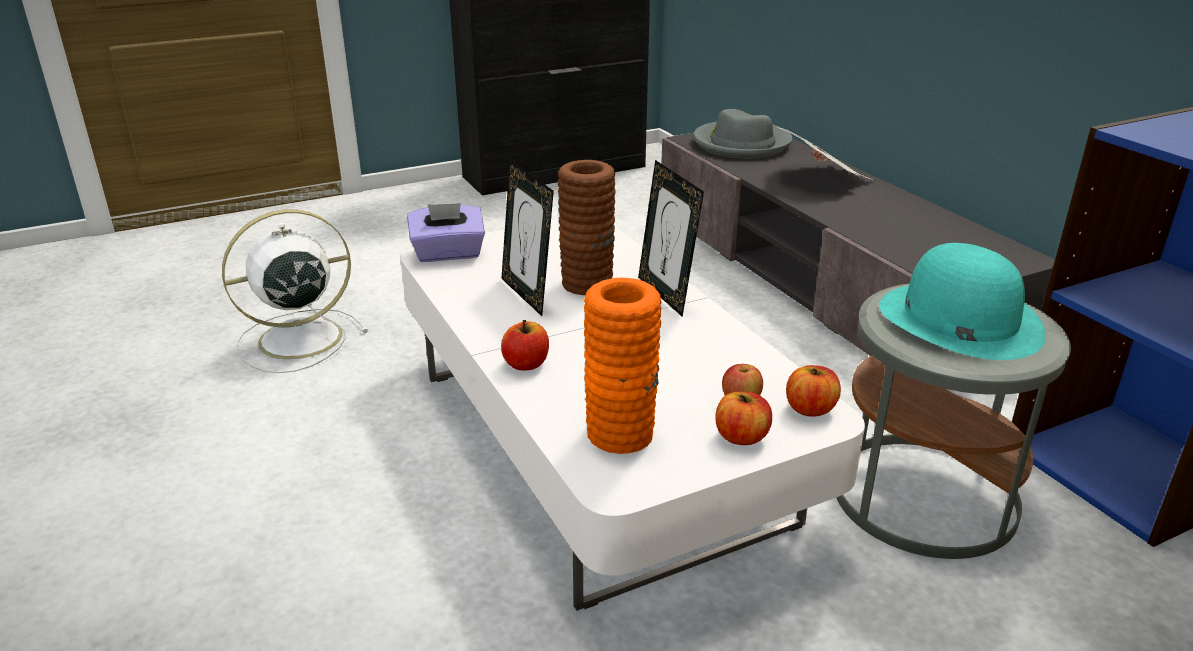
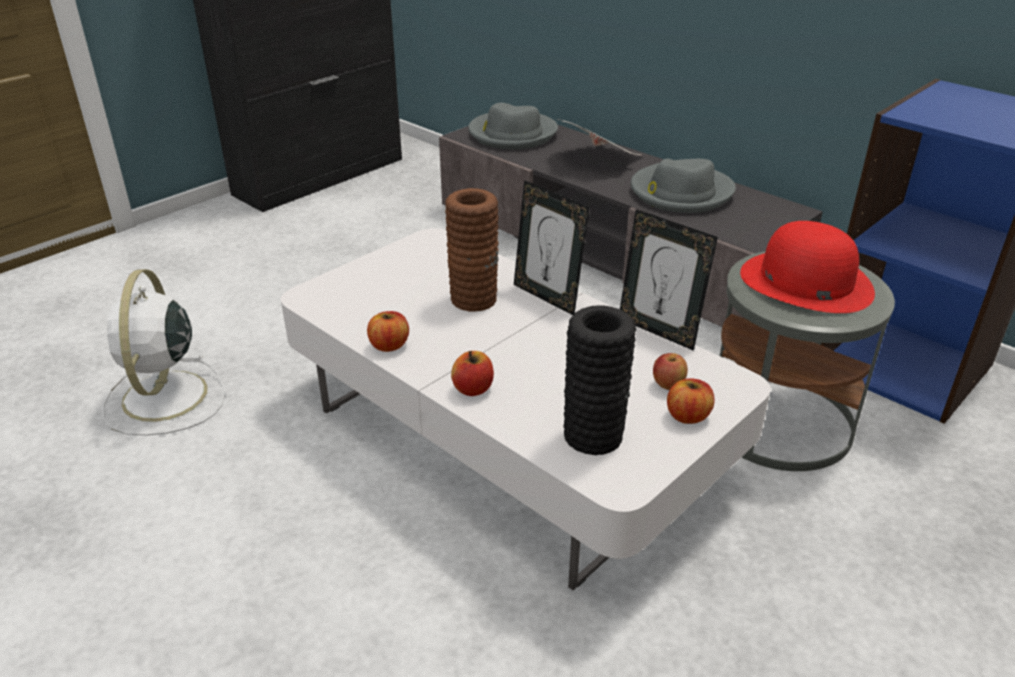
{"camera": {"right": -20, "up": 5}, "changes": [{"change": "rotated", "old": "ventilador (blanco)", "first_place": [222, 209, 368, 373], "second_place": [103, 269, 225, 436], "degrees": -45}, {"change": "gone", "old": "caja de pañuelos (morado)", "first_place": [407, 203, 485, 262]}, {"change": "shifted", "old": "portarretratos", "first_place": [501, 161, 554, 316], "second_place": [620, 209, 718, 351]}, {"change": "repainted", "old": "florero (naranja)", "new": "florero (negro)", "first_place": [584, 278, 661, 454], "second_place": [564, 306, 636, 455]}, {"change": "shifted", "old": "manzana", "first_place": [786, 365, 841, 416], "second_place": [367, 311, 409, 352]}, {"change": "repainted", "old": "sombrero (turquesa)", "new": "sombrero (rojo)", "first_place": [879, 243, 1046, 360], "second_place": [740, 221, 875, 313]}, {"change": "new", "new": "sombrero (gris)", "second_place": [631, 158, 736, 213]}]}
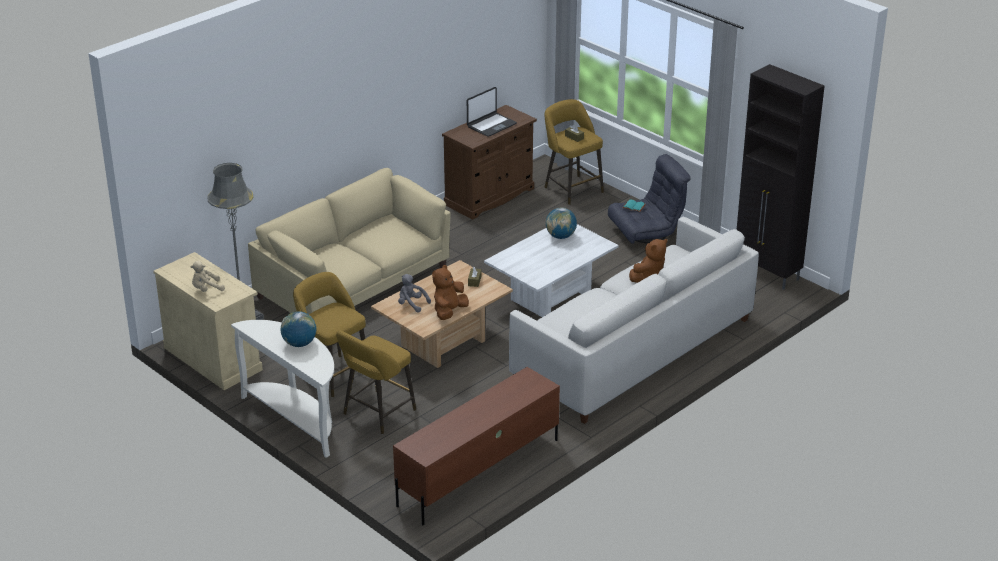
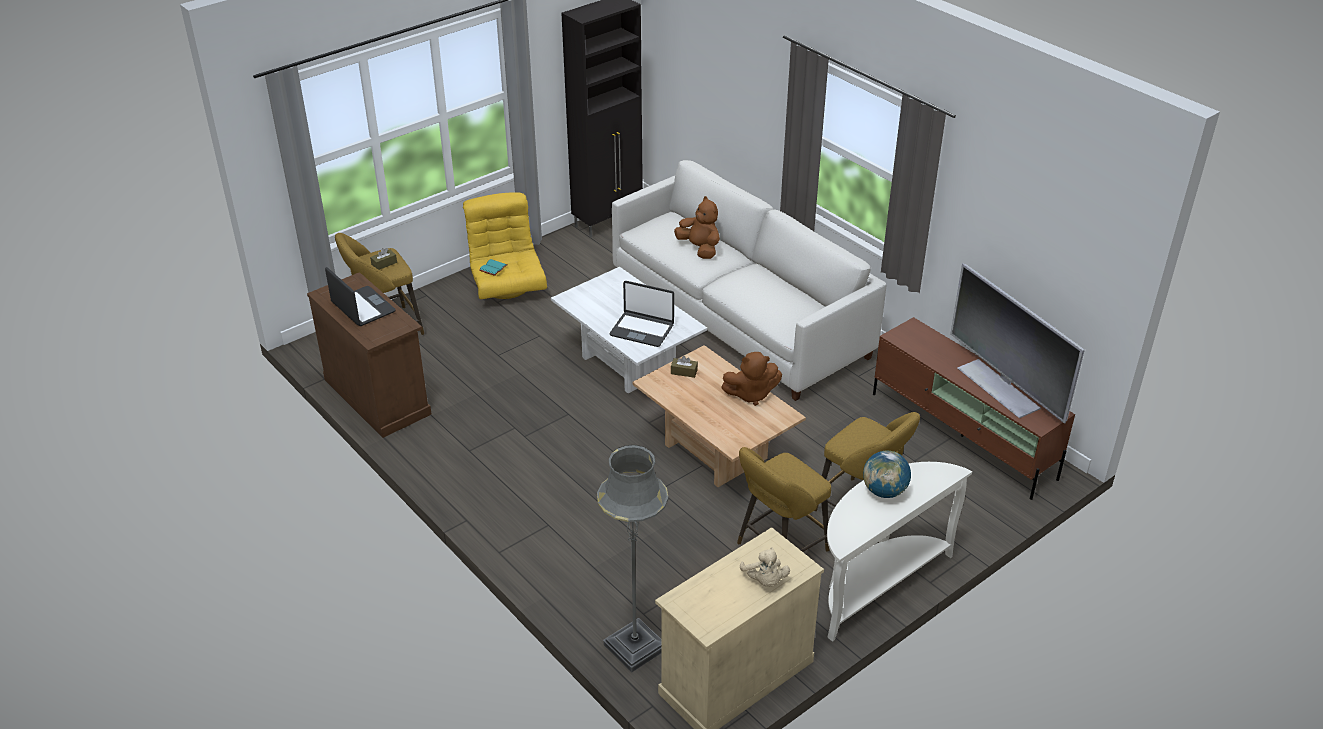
{"camera": {"right": -85, "up": 5}, "changes": [{"change": "gone", "old": "sofá (beis)", "first_place": [248, 168, 451, 315]}, {"change": "gone", "old": "peluche (gris)", "first_place": [398, 274, 431, 313]}, {"change": "rotated", "old": "peluche (marrón)", "first_place": [432, 265, 469, 320], "second_place": [721, 352, 782, 406], "degrees": -45}, {"change": "gone", "old": "globo terráqueo", "first_place": [546, 208, 577, 239]}, {"change": "repainted", "old": "sillón (gris)", "new": "sillón (amarillo)", "first_place": [608, 154, 691, 244], "second_place": [463, 192, 547, 299]}, {"change": "new", "new": "portátil", "second_place": [610, 281, 674, 347]}, {"change": "new", "new": "televisor", "second_place": [950, 263, 1085, 424]}]}
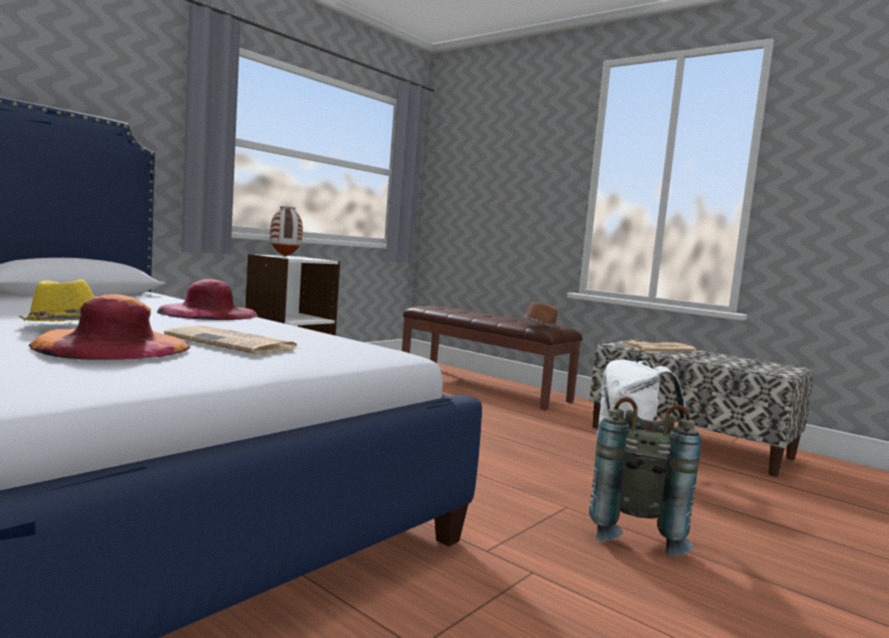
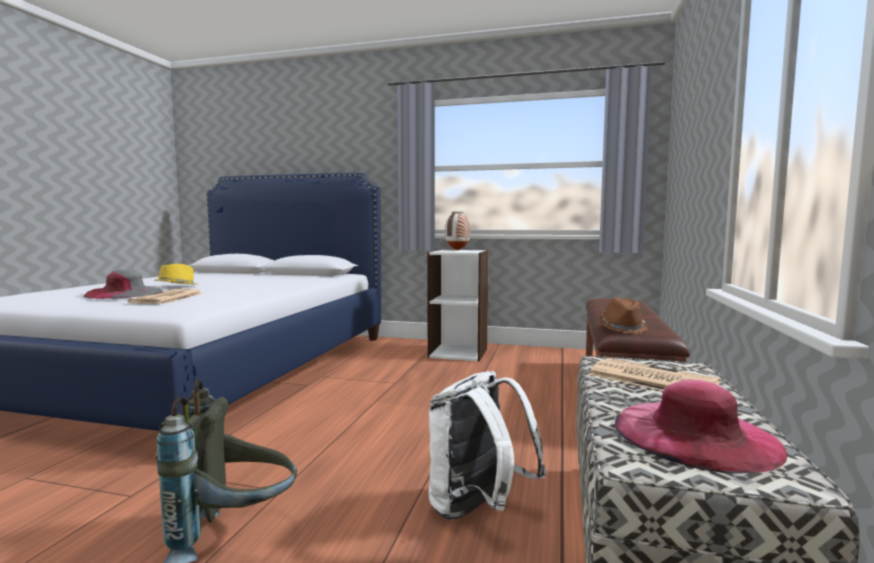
{"camera": {"right": 65, "up": 0}, "changes": [{"change": "repainted", "old": "sombrero (naranja)", "new": "sombrero (gris)", "first_place": [29, 295, 191, 360], "second_place": [83, 270, 163, 299]}, {"change": "shifted", "old": "sombrero (rosa)", "first_place": [157, 279, 258, 320], "second_place": [615, 380, 788, 474]}]}
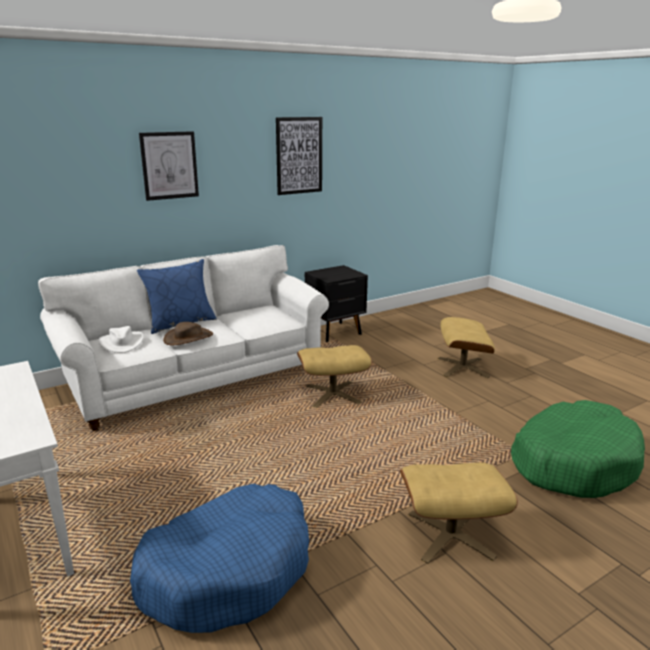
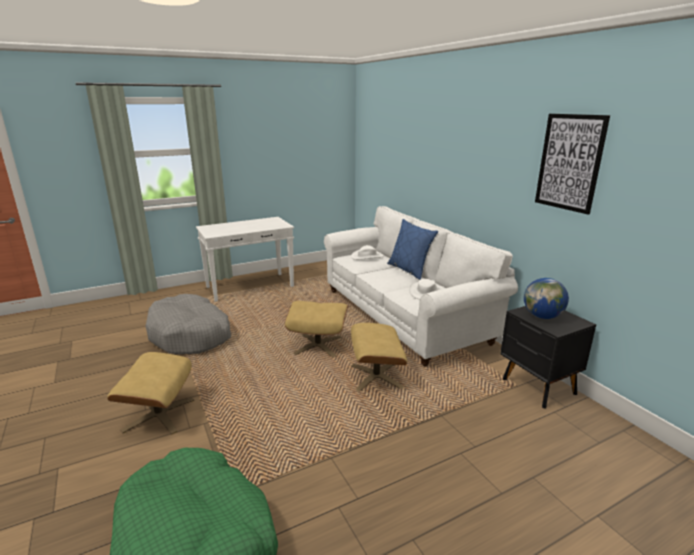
{"camera": {"right": 95, "up": 0}, "changes": [{"change": "repainted", "old": "cama para perro (azul)", "new": "cama para perro (gris)", "first_place": [130, 484, 309, 633], "second_place": [146, 294, 231, 354]}, {"change": "gone", "old": "cuadro", "first_place": [139, 131, 199, 201]}, {"change": "gone", "old": "sombrero (marrón)", "first_place": [163, 322, 213, 345]}, {"change": "shifted", "old": "puf (beis)", "first_place": [438, 317, 495, 378], "second_place": [284, 301, 348, 358]}, {"change": "new", "new": "sombrero (blanco)", "second_place": [409, 279, 445, 299]}, {"change": "new", "new": "globo terráqueo", "second_place": [524, 278, 569, 319]}]}
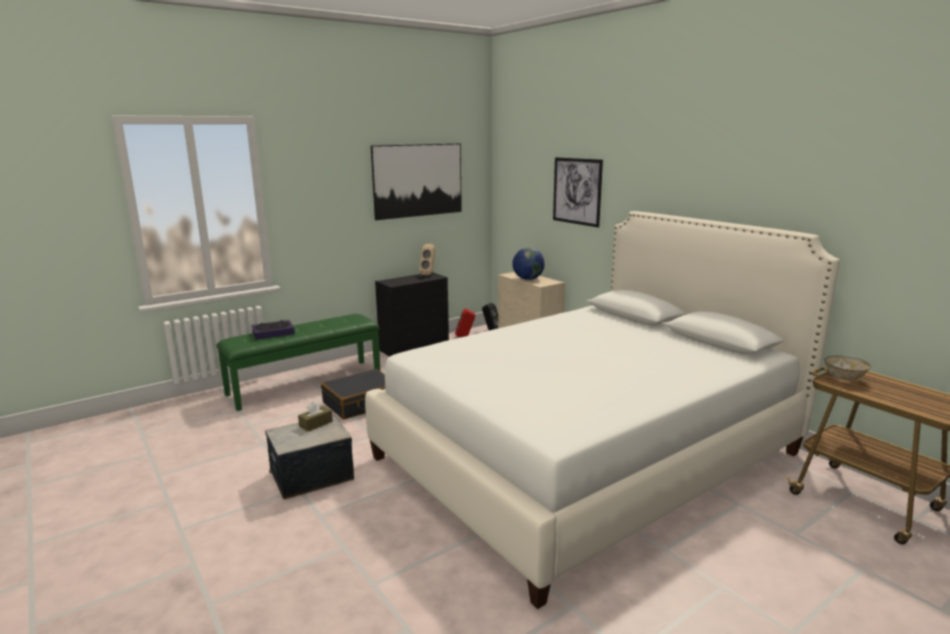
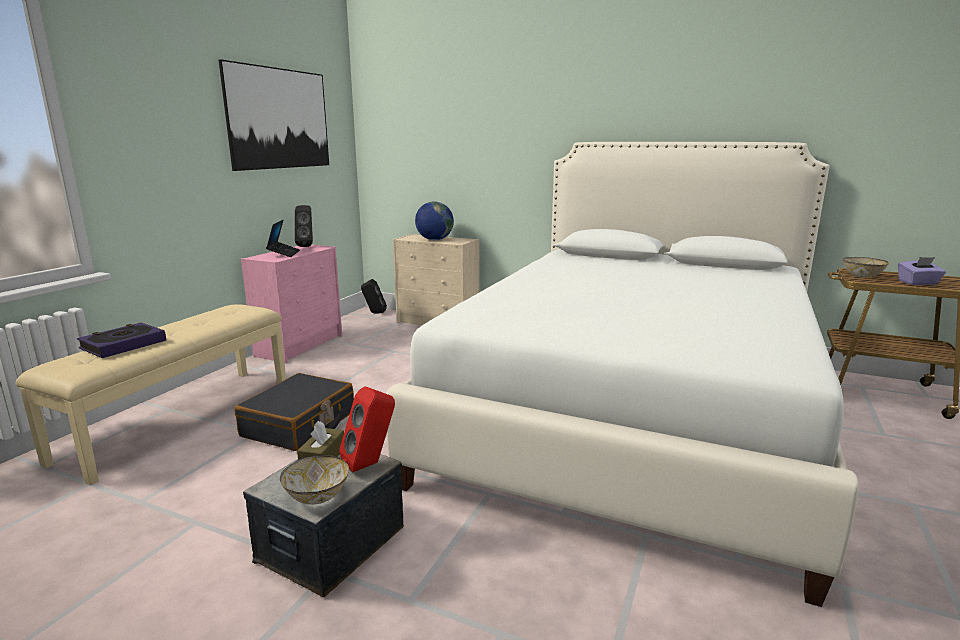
{"camera": {"right": -30, "up": 0}, "changes": [{"change": "repainted", "old": "banco (verde)", "new": "banco (beis)", "first_place": [216, 314, 380, 411], "second_place": [16, 304, 286, 485]}, {"change": "repainted", "old": "cómoda (negro)", "new": "cómoda (rosa)", "first_place": [375, 273, 449, 357], "second_place": [241, 245, 342, 363]}, {"change": "repainted", "old": "altavoz (beis)", "new": "altavoz (negro)", "first_place": [419, 244, 436, 275], "second_place": [295, 205, 313, 247]}, {"change": "shifted", "old": "altavoz (rojo)", "first_place": [455, 308, 475, 337], "second_place": [339, 386, 395, 472]}, {"change": "gone", "old": "cuadro", "first_place": [553, 157, 603, 227]}, {"change": "new", "new": "portátil", "second_place": [266, 220, 300, 257]}, {"change": "new", "new": "cuenco", "second_place": [280, 455, 349, 505]}, {"change": "new", "new": "caja de pañuelos (morado)", "second_place": [898, 257, 946, 285]}]}
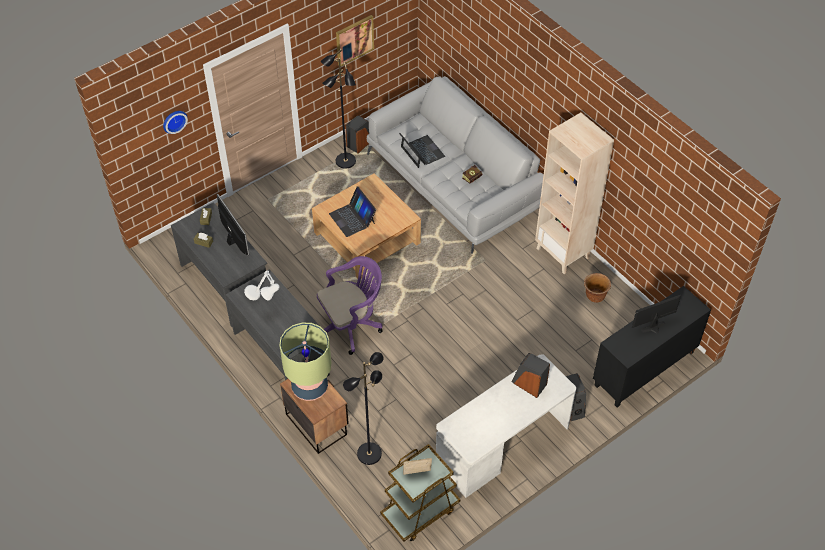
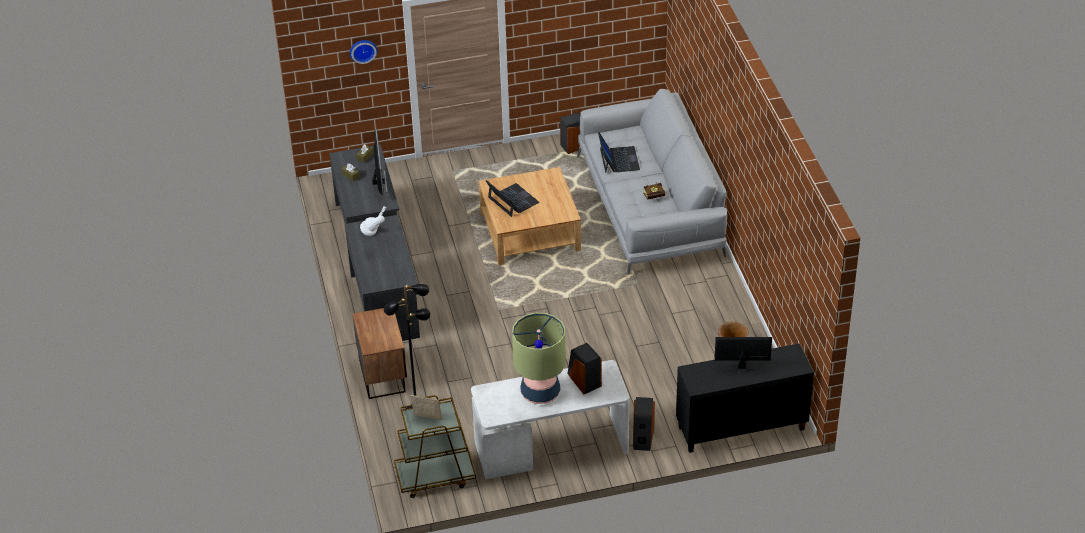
{"camera": {"right": 25, "up": -10}, "changes": [{"change": "shifted", "old": "lámpara de mesa", "first_place": [279, 323, 331, 401], "second_place": [512, 313, 566, 404]}, {"change": "gone", "old": "silla de oficina (morado)", "first_place": [317, 256, 383, 355]}, {"change": "gone", "old": "lámpara de pie (negro)", "first_place": [321, 49, 356, 169]}, {"change": "rotated", "old": "portátil", "first_place": [329, 186, 376, 237], "second_place": [486, 180, 540, 217], "degrees": 150}, {"change": "gone", "old": "cuadro", "first_place": [336, 15, 374, 66]}, {"change": "gone", "old": "estantería (beis)", "first_place": [535, 113, 614, 274]}]}
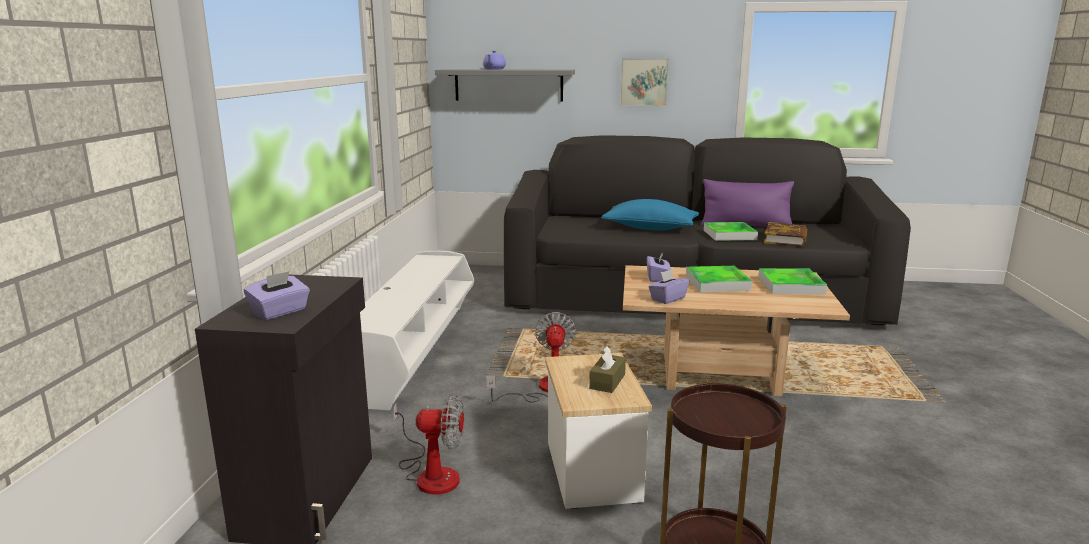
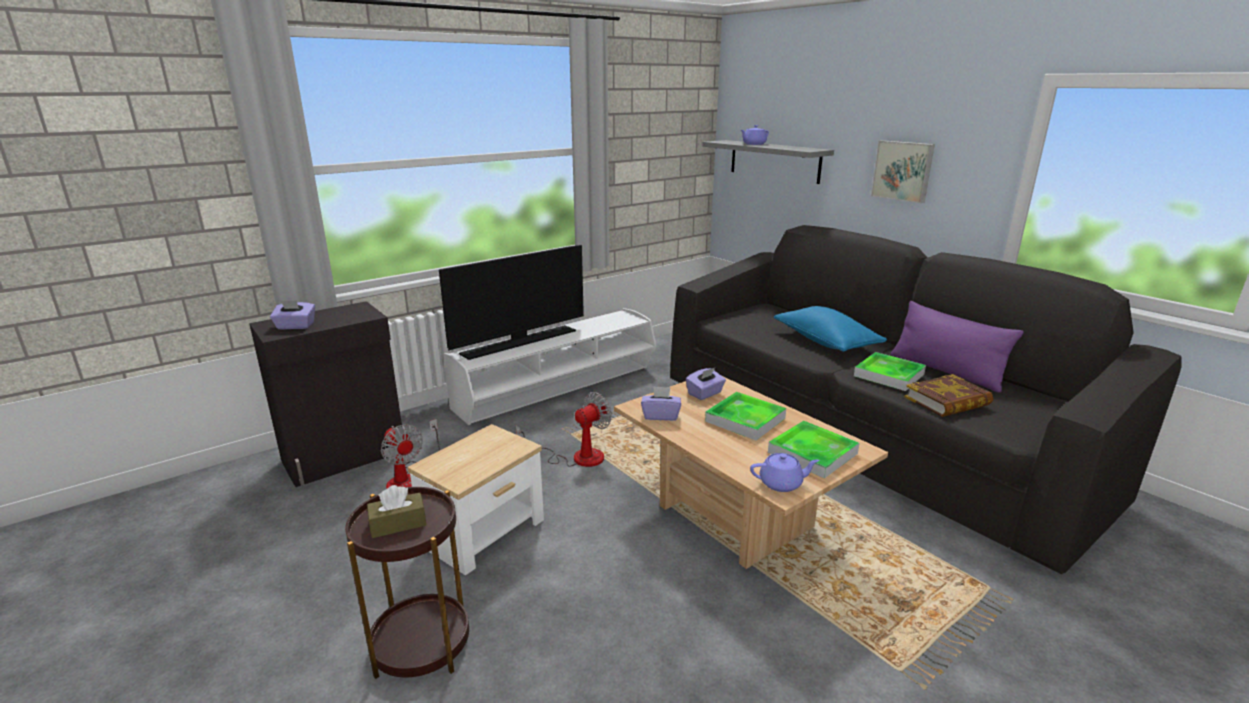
{"camera": {"right": 45, "up": 5}, "changes": [{"change": "shifted", "old": "caja de pañuelos (marrón)", "first_place": [589, 346, 626, 393], "second_place": [367, 485, 426, 538]}, {"change": "new", "new": "televisor", "second_place": [439, 245, 584, 360]}, {"change": "new", "new": "tetera (morado)", "second_place": [750, 453, 820, 492]}]}
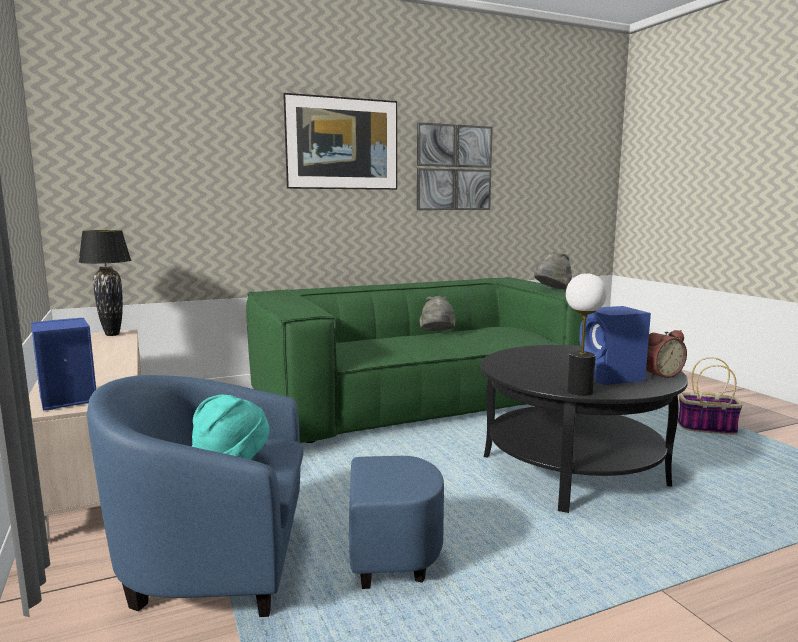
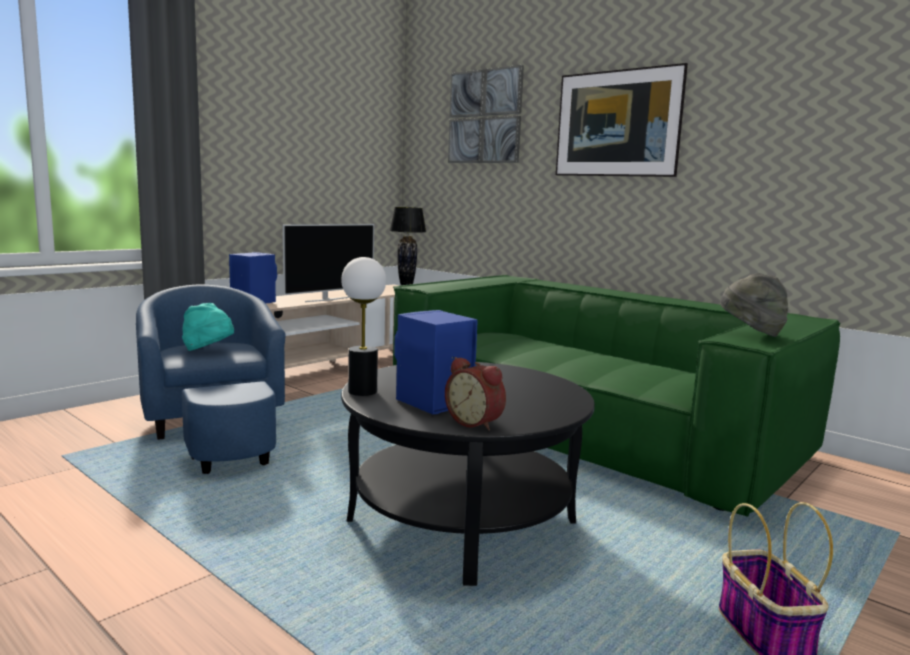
{"camera": {"right": 65, "up": 0}, "changes": [{"change": "shifted", "old": "cuadro", "first_place": [417, 122, 493, 210], "second_place": [448, 65, 524, 163]}, {"change": "gone", "old": "sombrero (gris)", "first_place": [419, 296, 456, 331]}, {"change": "new", "new": "televisor", "second_place": [283, 224, 374, 302]}]}
